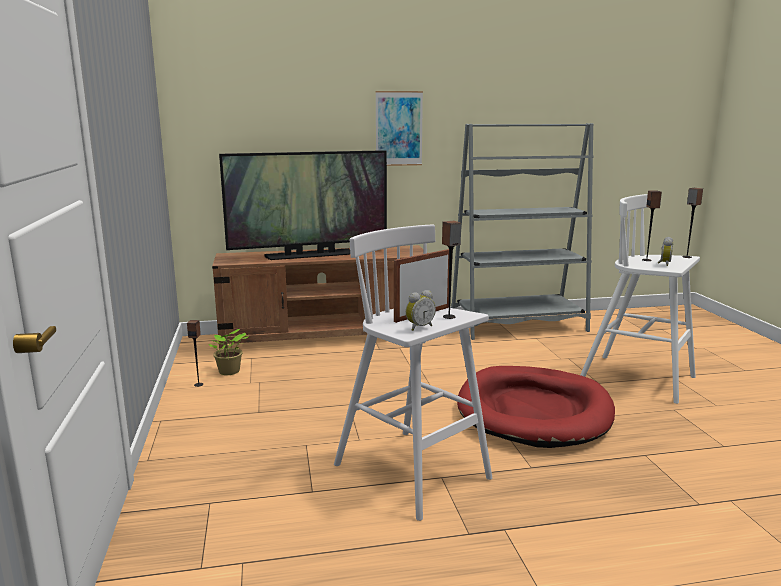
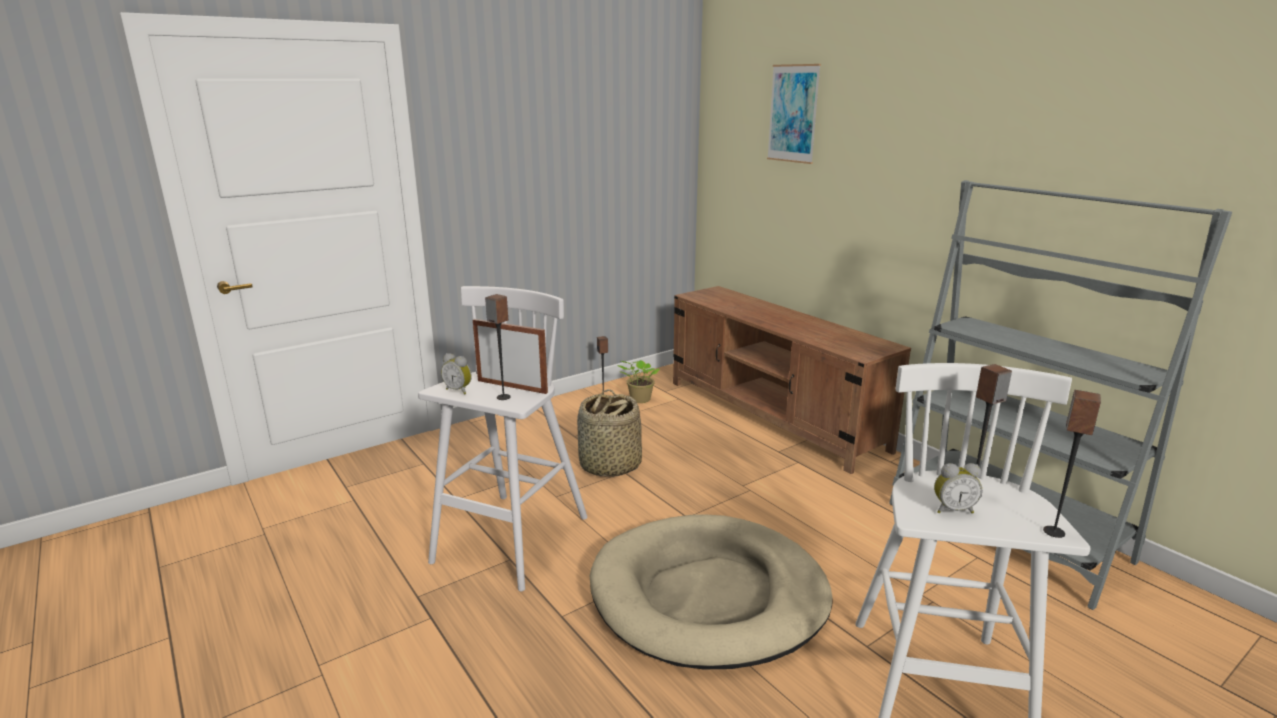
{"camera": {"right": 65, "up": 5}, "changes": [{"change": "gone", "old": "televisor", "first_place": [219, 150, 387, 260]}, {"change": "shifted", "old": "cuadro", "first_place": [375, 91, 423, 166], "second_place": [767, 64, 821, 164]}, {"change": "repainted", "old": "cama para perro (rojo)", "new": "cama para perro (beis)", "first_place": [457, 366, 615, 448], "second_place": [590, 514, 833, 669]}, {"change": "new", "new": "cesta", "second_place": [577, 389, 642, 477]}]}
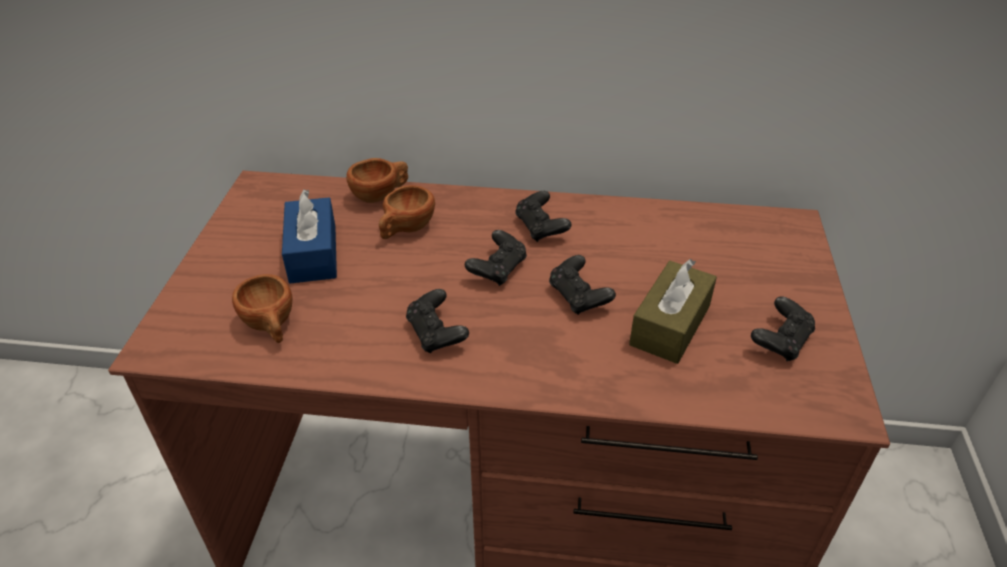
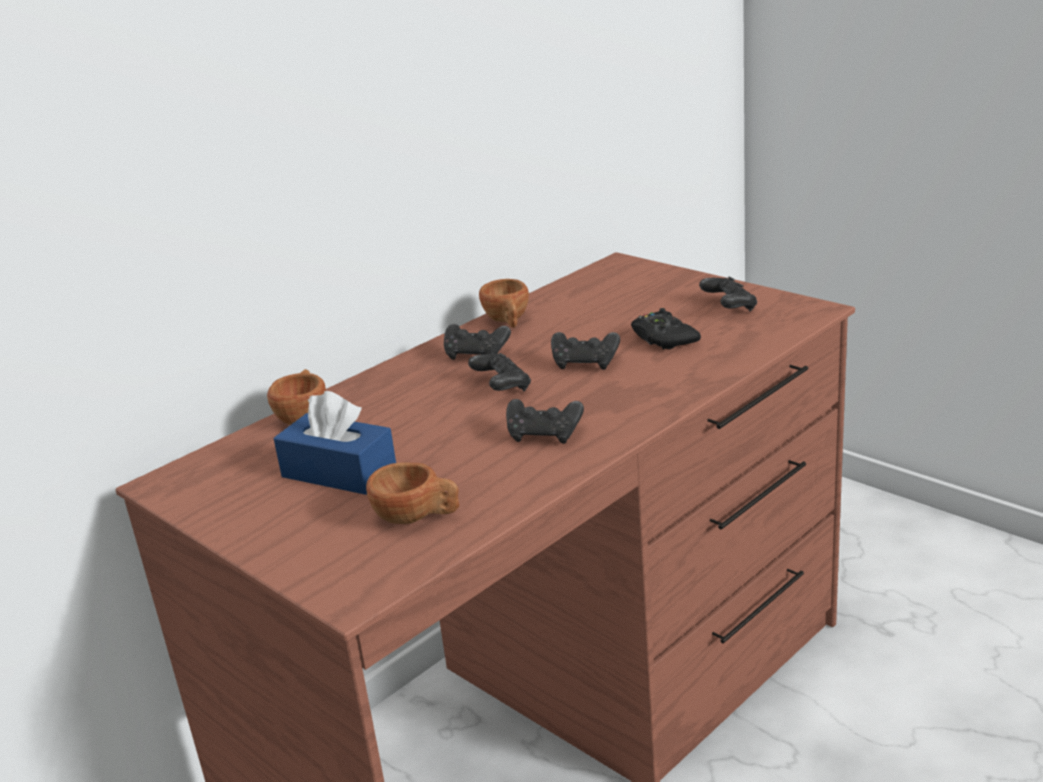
{"camera": {"right": -50, "up": -15}, "changes": [{"change": "shifted", "old": "taza (marrón)", "first_place": [379, 185, 435, 239], "second_place": [479, 279, 529, 328]}, {"change": "swapped", "old": "caja de pañuelos (marrón)", "new": "mando de consola (negro)", "first_place": [629, 259, 717, 364], "second_place": [631, 308, 701, 349]}]}
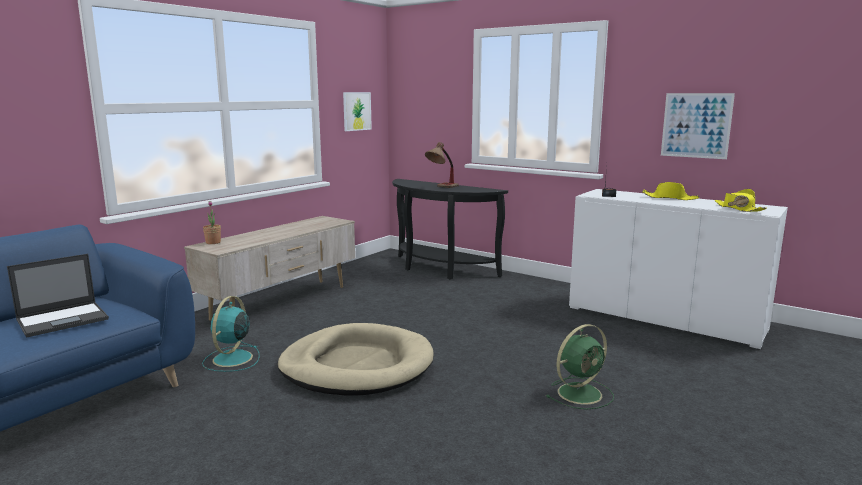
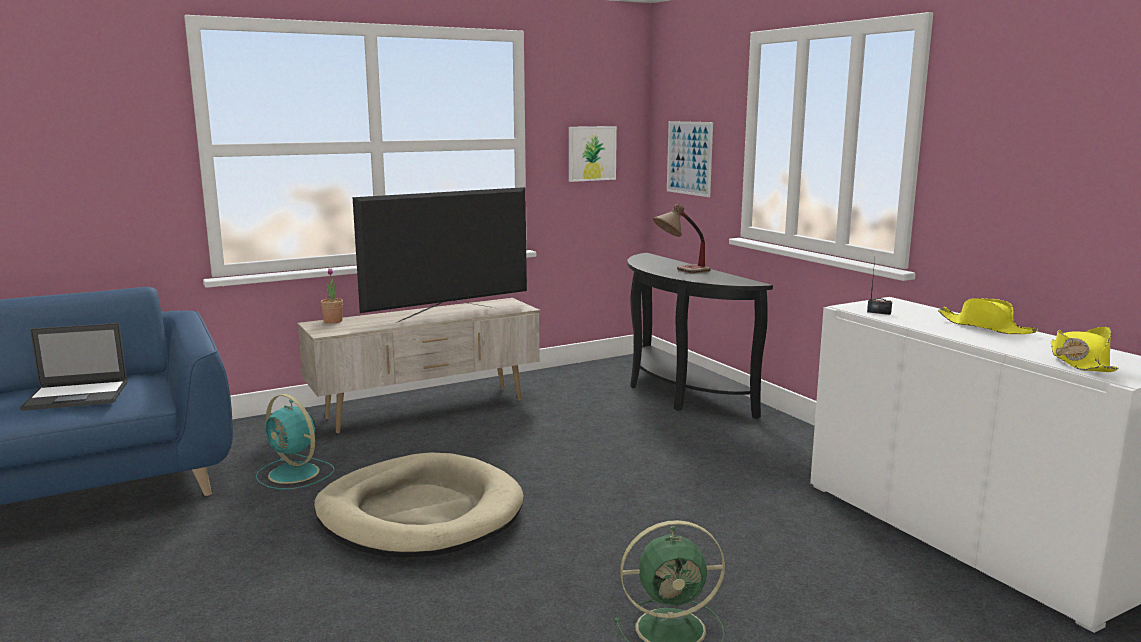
{"camera": {"right": 25, "up": 0}, "changes": [{"change": "rotated", "old": "ventilador (turquesa)", "first_place": [202, 296, 259, 372], "second_place": [256, 394, 334, 489], "degrees": -90}, {"change": "shifted", "old": "cuadro", "first_place": [661, 93, 735, 159], "second_place": [667, 121, 713, 197]}, {"change": "new", "new": "televisor", "second_place": [352, 187, 527, 323]}]}
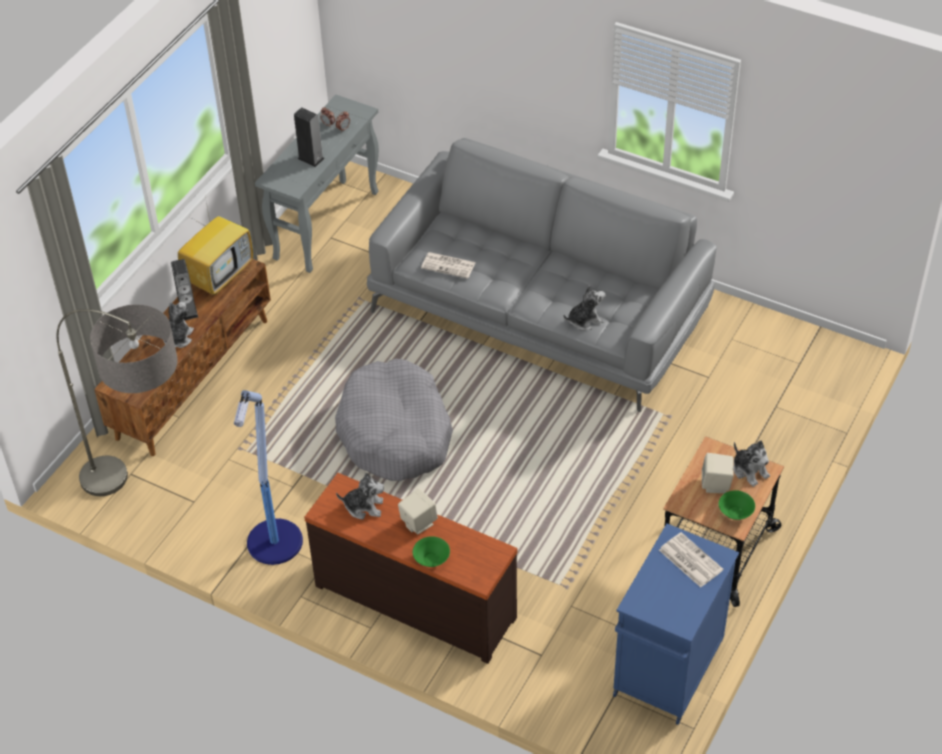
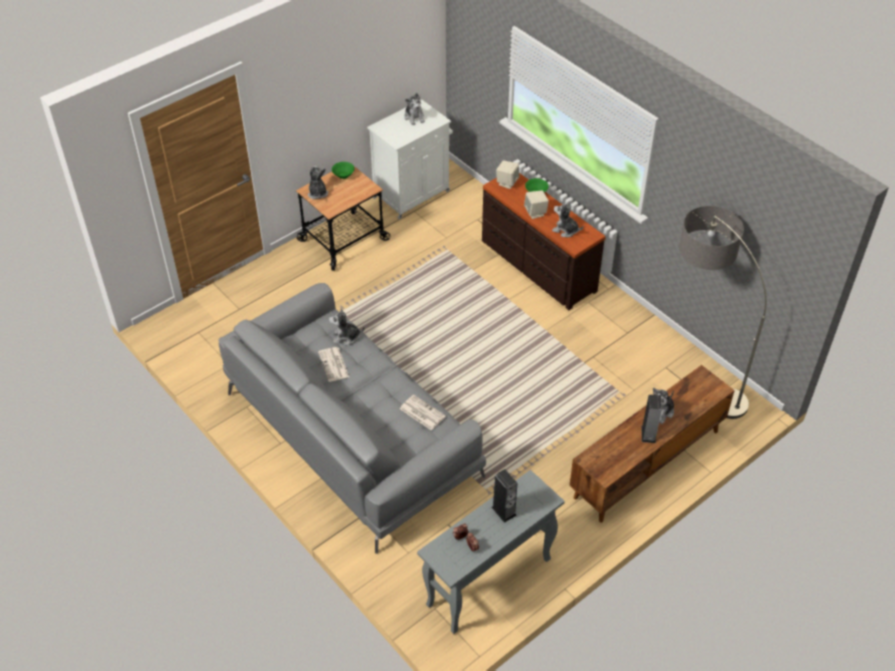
{"camera": {"right": -160, "up": 0}, "changes": [{"change": "gone", "old": "televisor", "first_place": [178, 197, 253, 295]}, {"change": "gone", "old": "lámpara de pie", "first_place": [234, 390, 303, 565]}, {"change": "gone", "old": "cama para perro (gris)", "first_place": [335, 359, 453, 481]}, {"change": "repainted", "old": "armario (azul)", "new": "armario (blanco)", "first_place": [613, 524, 739, 725], "second_place": [367, 99, 453, 220]}, {"change": "shifted", "old": "periódico", "first_place": [659, 532, 724, 587], "second_place": [318, 347, 349, 382]}, {"change": "shifted", "old": "altavoz (beis)", "first_place": [702, 453, 734, 493], "second_place": [496, 160, 519, 189]}, {"change": "new", "new": "peluche", "second_place": [404, 93, 425, 125]}]}
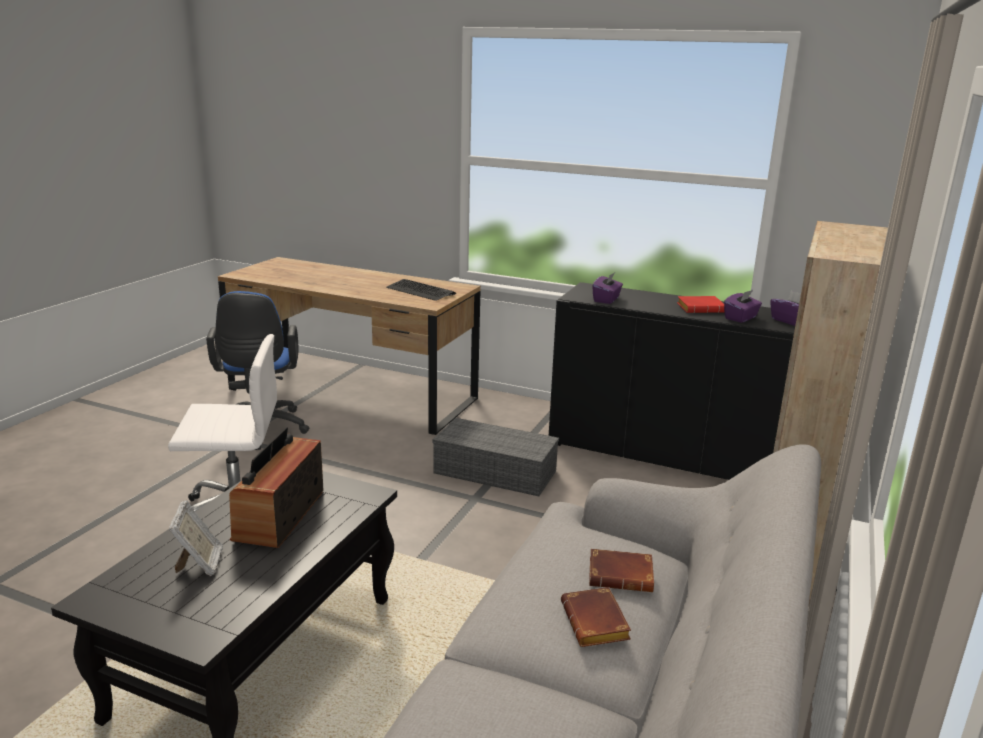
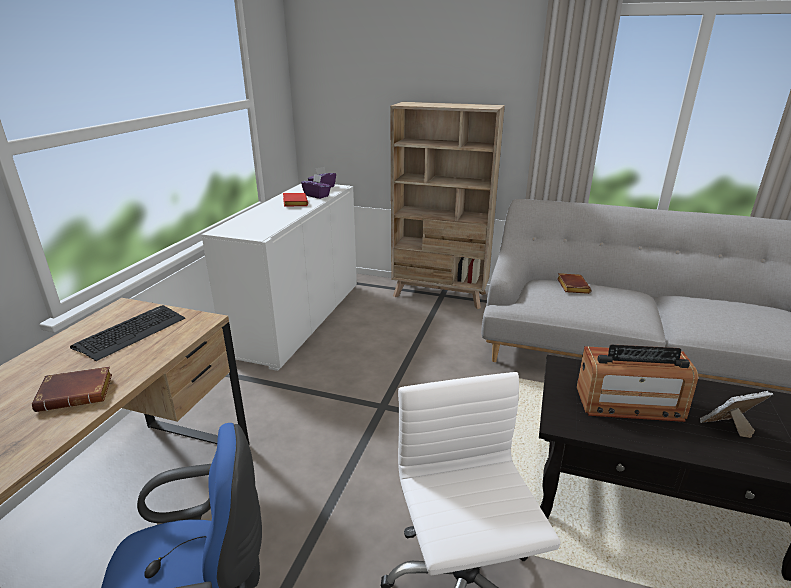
{"camera": {"right": -95, "up": 5}, "changes": [{"change": "gone", "old": "caja de almacenaje (gris)", "first_place": [432, 418, 559, 496]}, {"change": "repainted", "old": "armario (negro)", "new": "armario (blanco)", "first_place": [549, 282, 795, 480], "second_place": [201, 184, 357, 371]}, {"change": "shifted", "old": "libro (marrón)", "first_place": [561, 587, 631, 647], "second_place": [32, 366, 112, 412]}, {"change": "gone", "old": "caja de pañuelos (morado)", "first_place": [592, 273, 623, 304]}]}
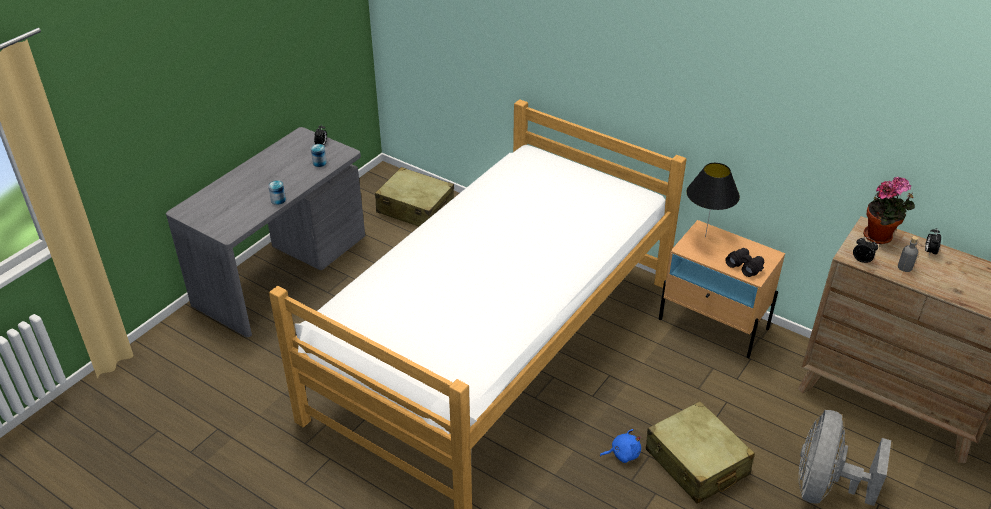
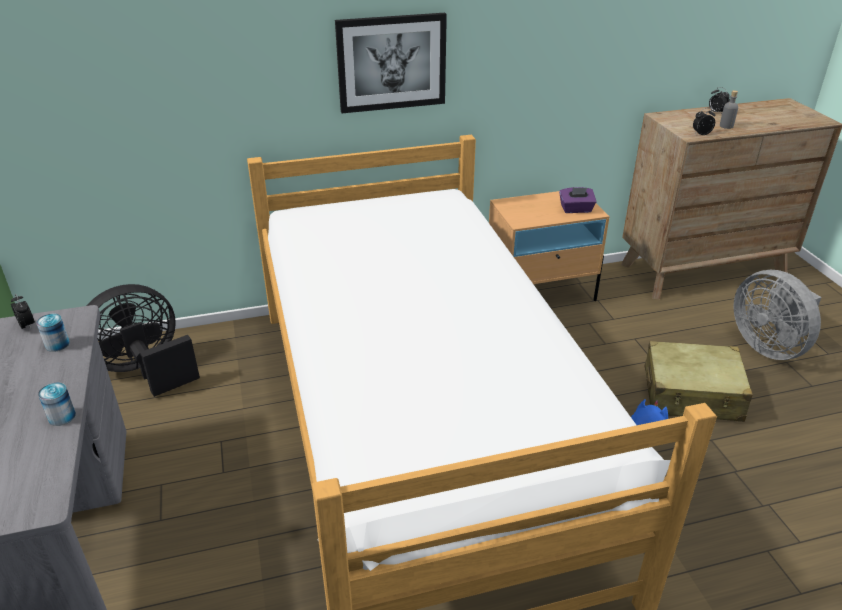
{"camera": {"right": -50, "up": -5}, "changes": [{"change": "swapped", "old": "maleta (beis)", "new": "ventilador (negro)", "first_place": [375, 167, 454, 226], "second_place": [87, 284, 200, 397]}, {"change": "gone", "old": "lámpara de mesa (negro)", "first_place": [686, 163, 740, 237]}, {"change": "swapped", "old": "prismáticos (negro)", "new": "caja de pañuelos (morado)", "first_place": [725, 248, 764, 277], "second_place": [559, 187, 597, 213]}, {"change": "gone", "old": "planta en maceta", "first_place": [863, 177, 915, 244]}, {"change": "new", "new": "cuadro", "second_place": [335, 13, 447, 113]}]}
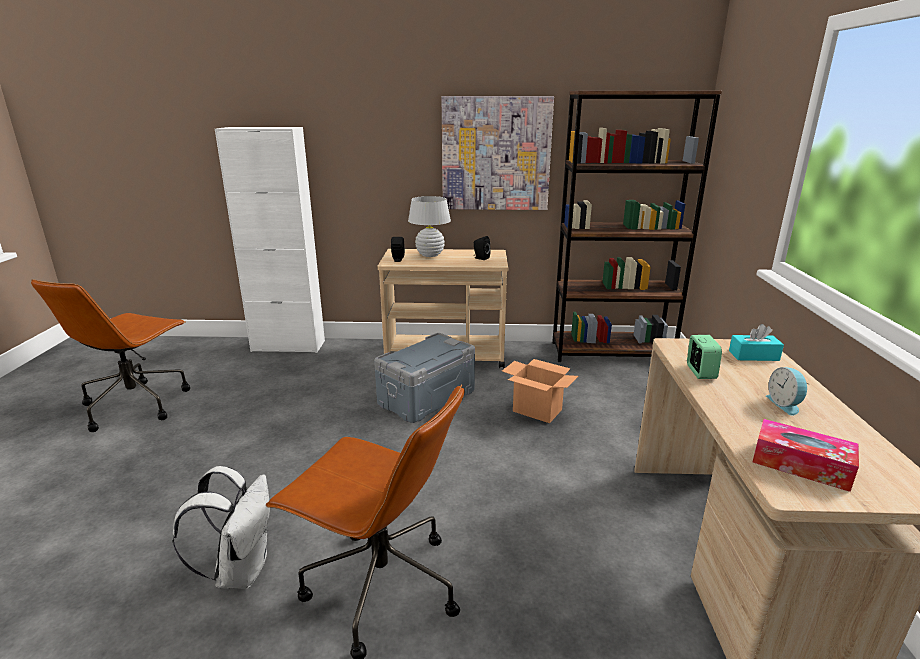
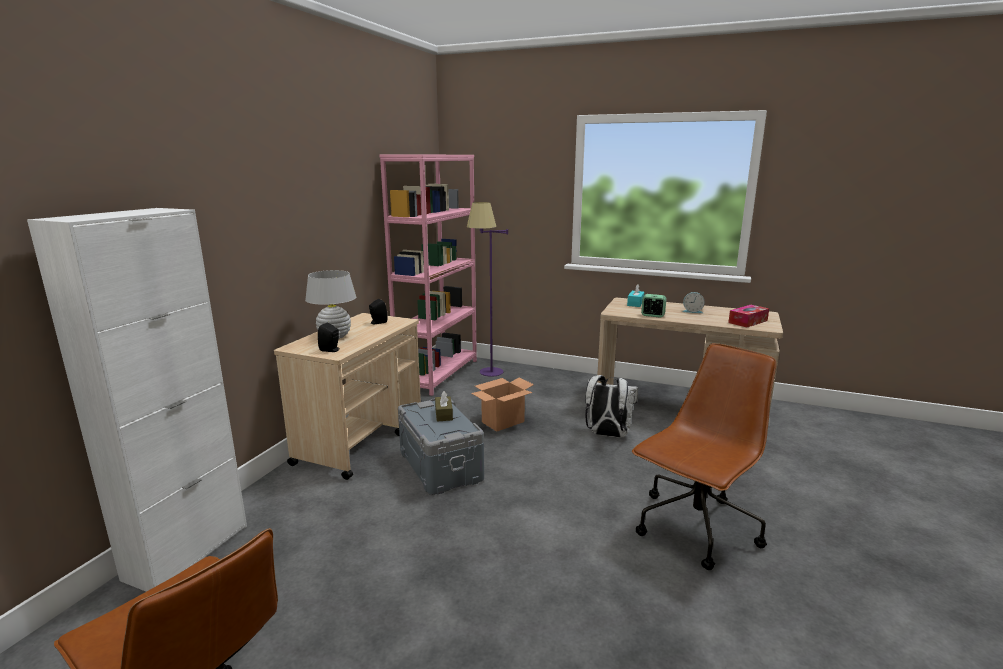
{"camera": {"right": -70, "up": -5}, "changes": [{"change": "shifted", "old": "mochila (blanco)", "first_place": [173, 466, 270, 589], "second_place": [585, 375, 638, 438]}, {"change": "gone", "old": "cuadro", "first_place": [442, 96, 554, 210]}, {"change": "repainted", "old": "estantería (marrón)", "new": "estantería (rosa)", "first_place": [552, 90, 722, 362], "second_place": [379, 155, 477, 396]}, {"change": "new", "new": "caja de pañuelos (marrón)", "second_place": [435, 391, 453, 422]}, {"change": "new", "new": "lámpara de pie (morado)", "second_place": [467, 202, 508, 377]}]}
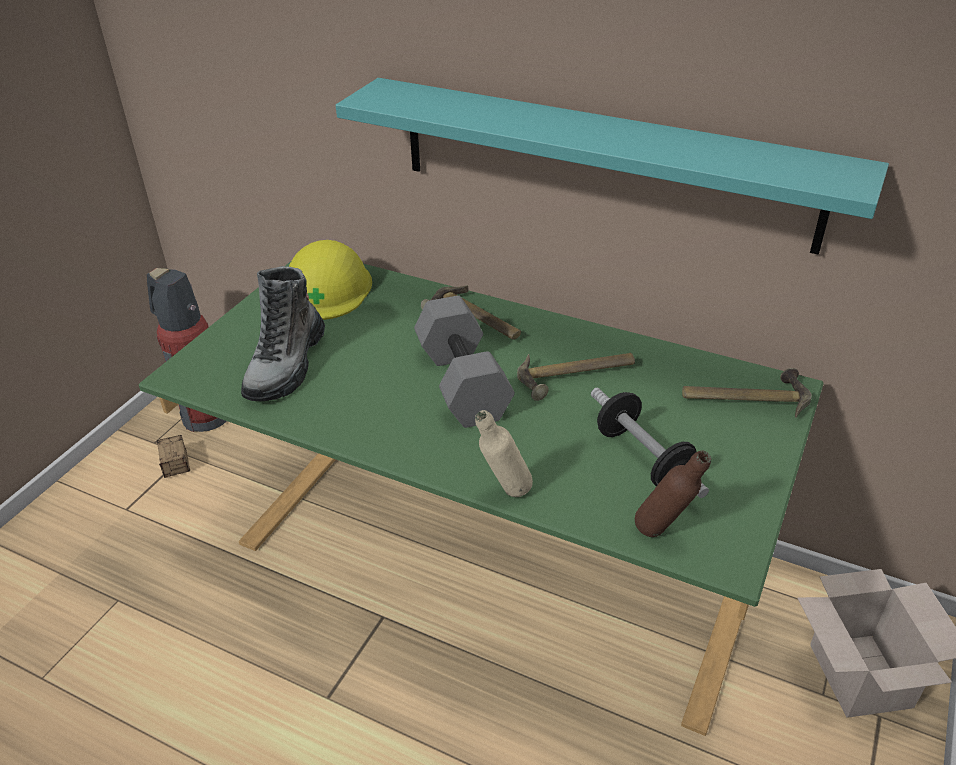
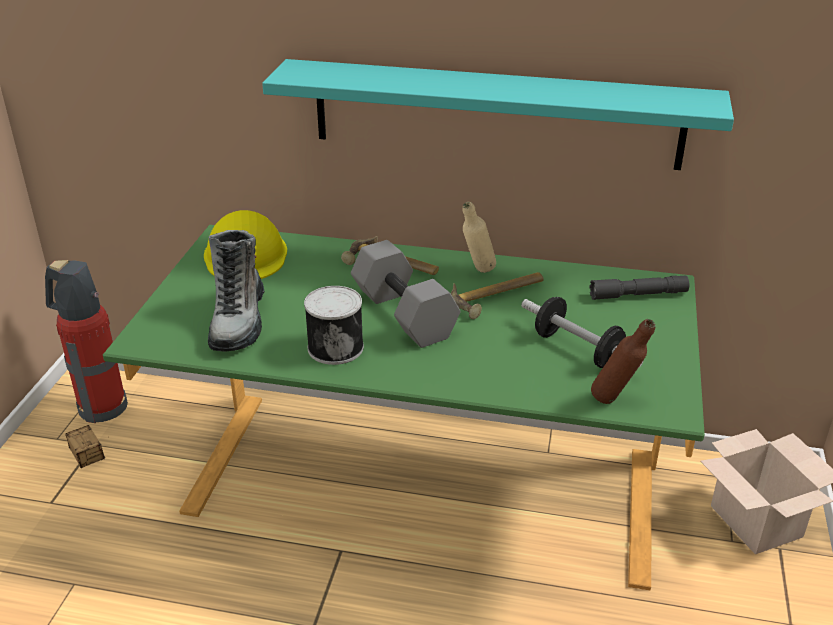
{"camera": {"right": -15, "up": -5}, "changes": [{"change": "shifted", "old": "botella (beis)", "first_place": [475, 410, 533, 497], "second_place": [463, 202, 496, 273]}, {"change": "swapped", "old": "martillo", "new": "linterna (gris)", "first_place": [682, 368, 812, 418], "second_place": [589, 276, 690, 300]}, {"change": "new", "new": "lata", "second_place": [304, 286, 364, 365]}]}
